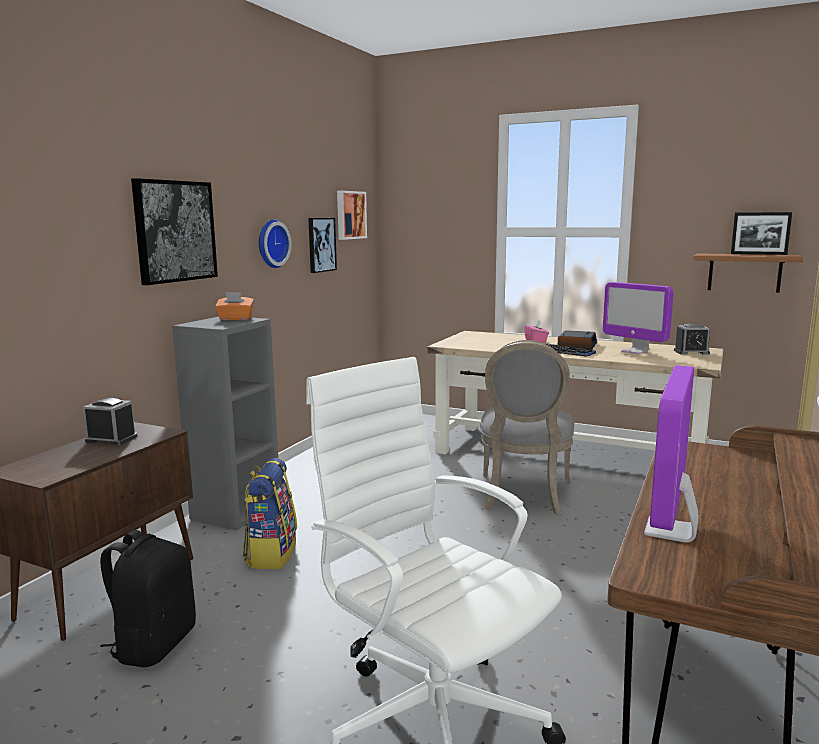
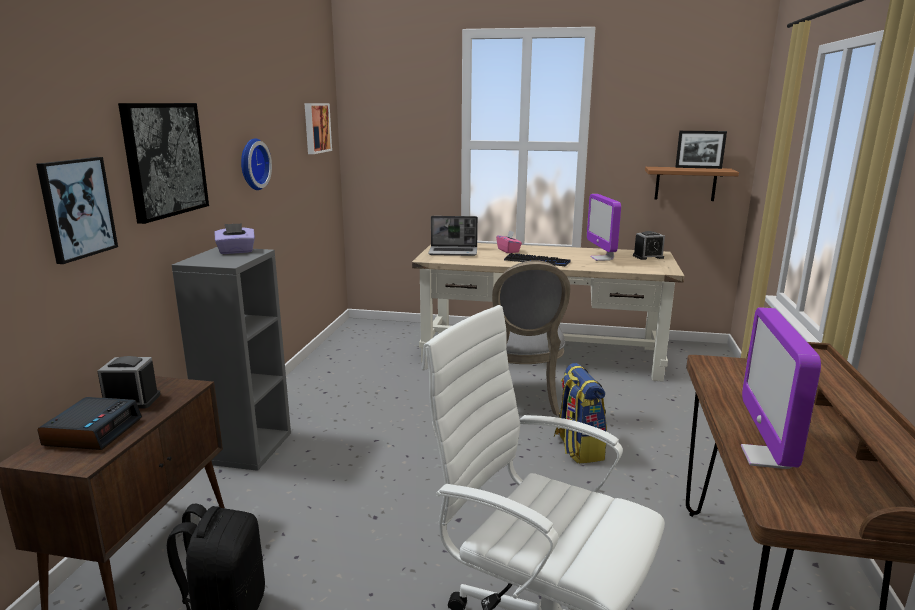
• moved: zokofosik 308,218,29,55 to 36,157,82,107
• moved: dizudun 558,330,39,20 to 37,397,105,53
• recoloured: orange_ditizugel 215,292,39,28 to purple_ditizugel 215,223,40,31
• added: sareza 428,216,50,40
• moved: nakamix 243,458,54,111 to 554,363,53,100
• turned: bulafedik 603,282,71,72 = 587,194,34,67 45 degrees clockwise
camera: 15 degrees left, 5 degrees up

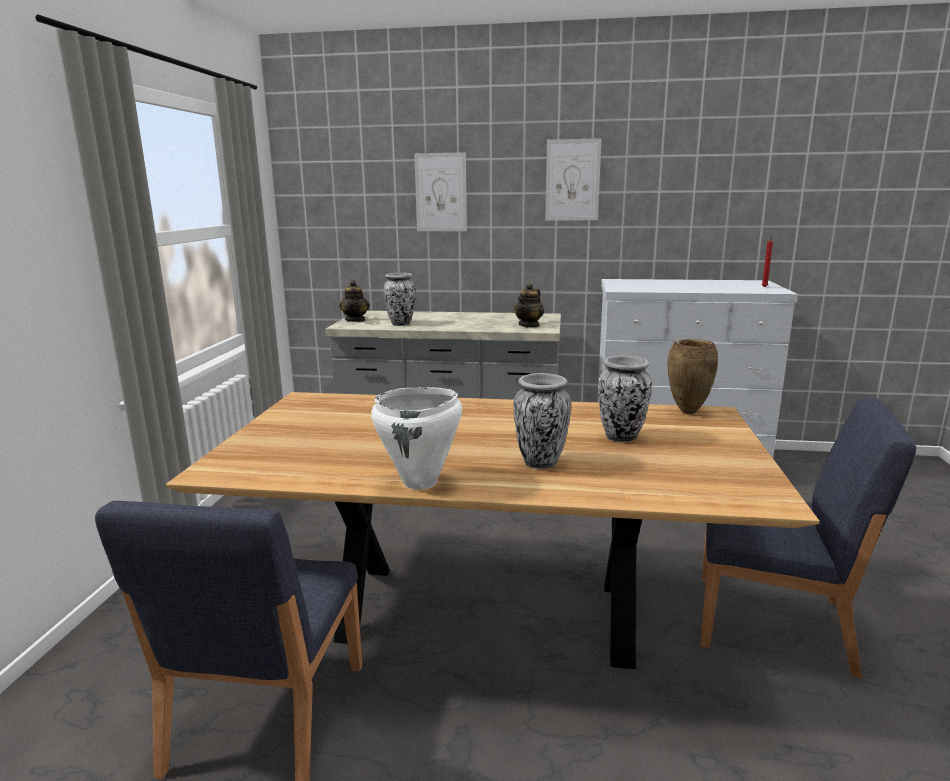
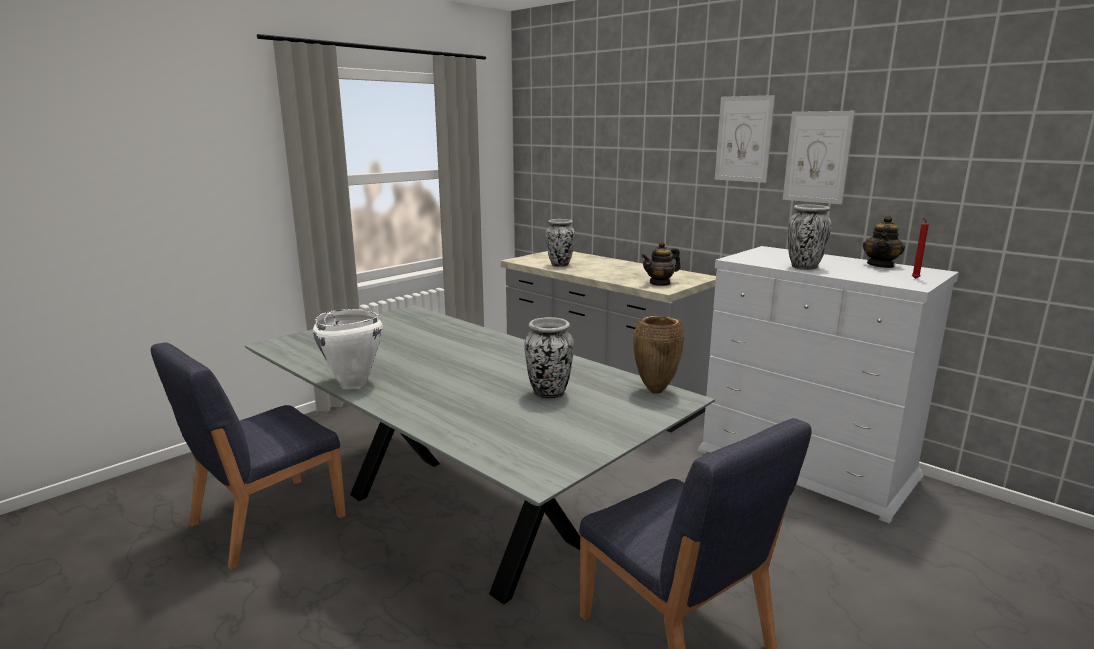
• recoloured: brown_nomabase 165,392,655,277 to grey_nomabase 245,305,470,299
• moved: zokofosik 414,152,53,79 to 783,111,72,93
• moved: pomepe 513,373,58,96 to 788,204,43,66
• moved: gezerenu 339,280,31,42 to 863,215,42,53
camera: 35 degrees right, 0 degrees up

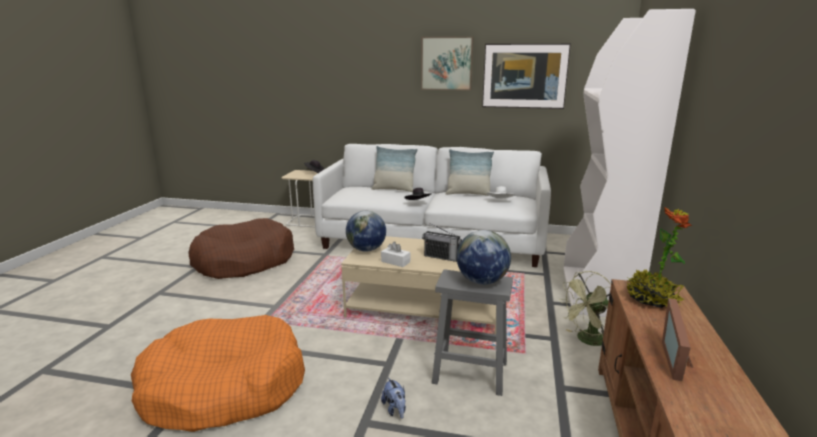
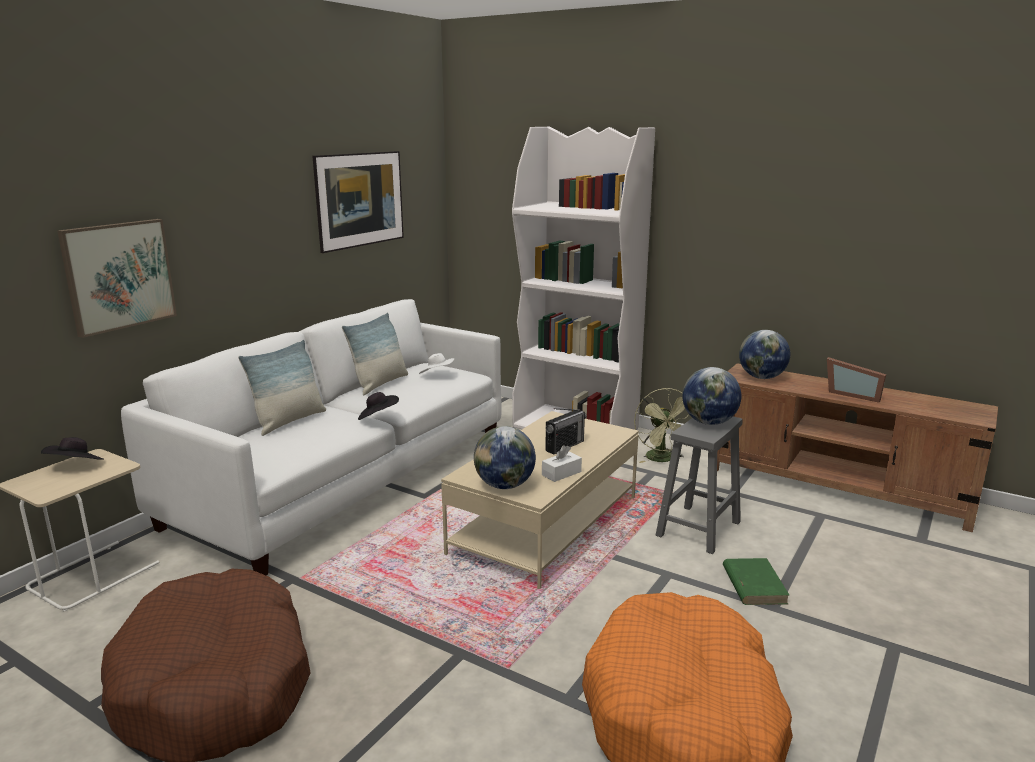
• moved: zokofosik 421,36,53,55 to 57,219,120,119
• replaced: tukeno 381,377,25,42 to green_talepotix 723,558,67,47
• replaced: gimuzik 627,207,65,101 to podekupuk 739,330,51,49
camera: 70 degrees left, 0 degrees up

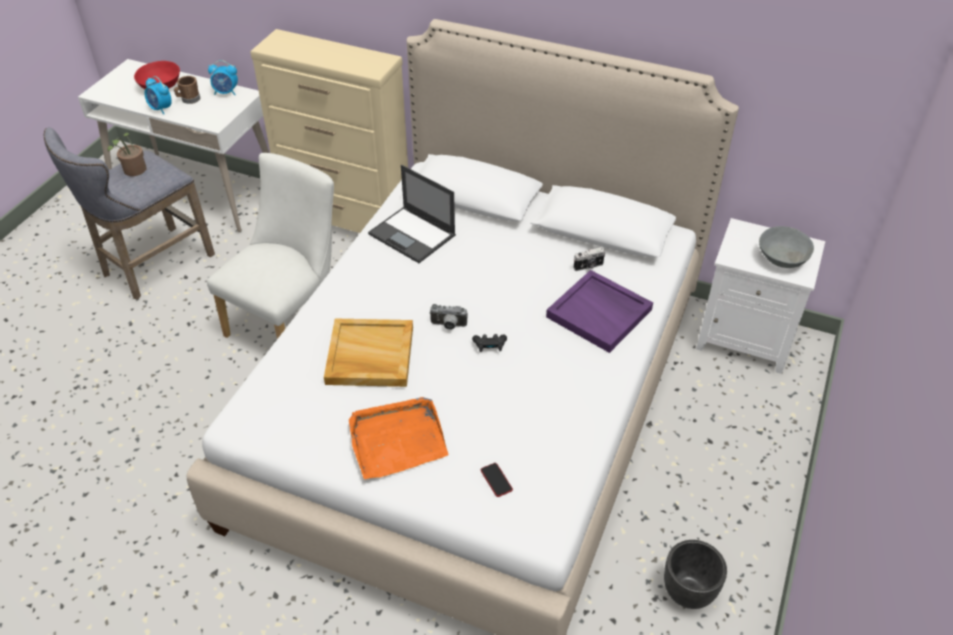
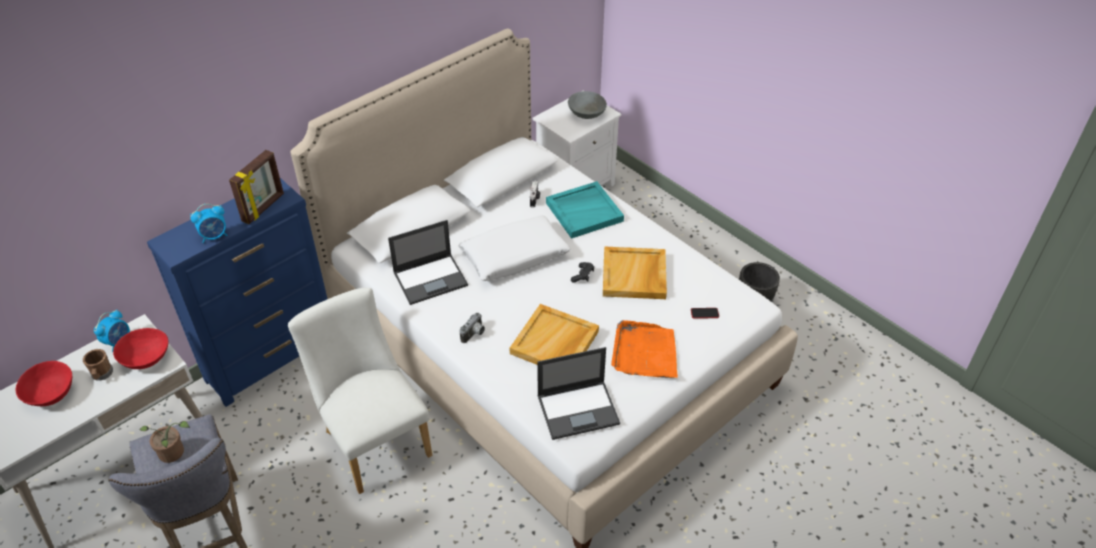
• added: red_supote 113,328,56,41
• recoloured: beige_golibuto 250,29,158,204 to blue_golibuto 147,178,180,229
• moved: dizudun 144,76,28,38 to 190,204,38,39
• added: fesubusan 229,150,55,74
• added: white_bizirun 458,215,113,66
• moved: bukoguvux 429,304,38,26 to 459,313,26,30
• added: sareza 537,347,83,93
• recoloured: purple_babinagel 546,270,107,83 to turquoise_babinagel 546,181,78,58
• added: beige_babinagel 603,246,64,53
camera: 65 degrees left, 0 degrees up

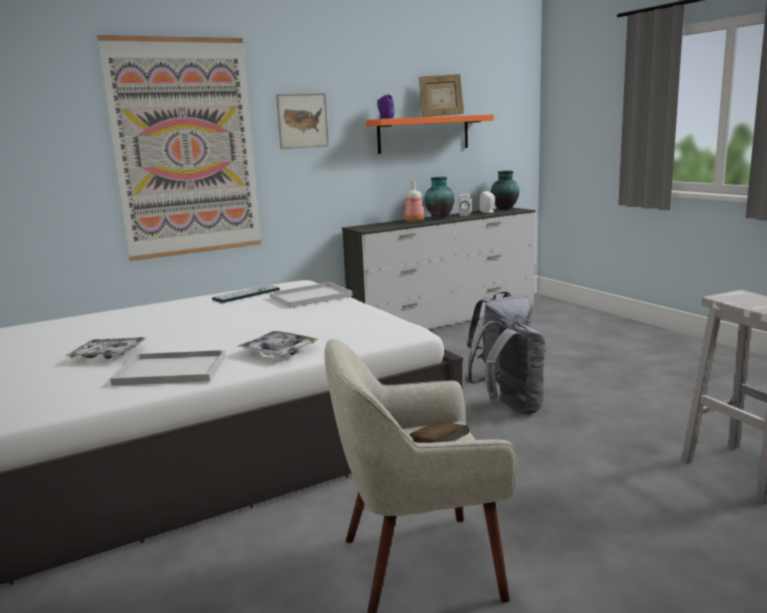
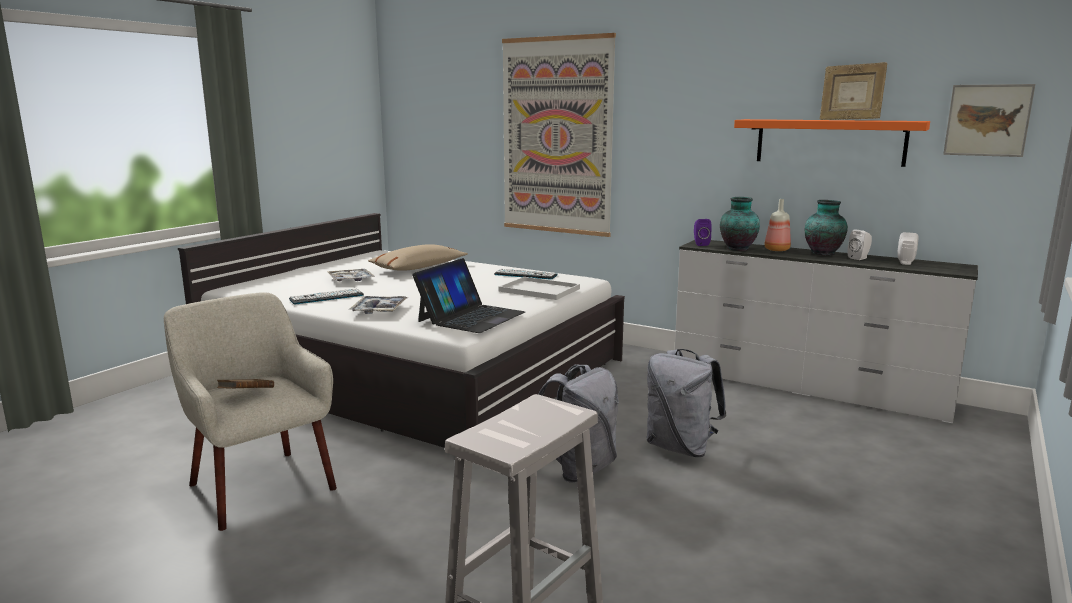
• replaced: white_babinagel 110,350,116,36 to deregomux 289,288,75,17
• added: beige_bizirun 368,244,100,27
• added: sareza 412,258,113,75
• moved: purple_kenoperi 377,95,17,24 to 694,219,18,27
• moved: pomepe 491,171,29,39 to 720,197,40,54
• moved: zokofosik 276,93,53,56 to 943,84,92,73
camera: 60 degrees right, 0 degrees up

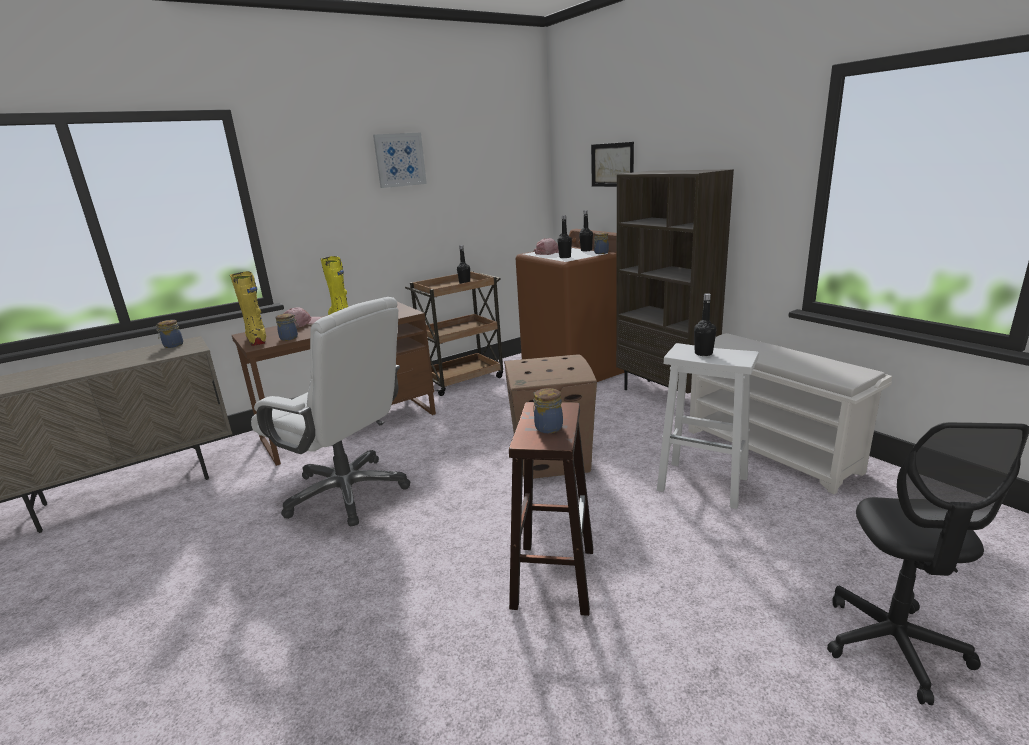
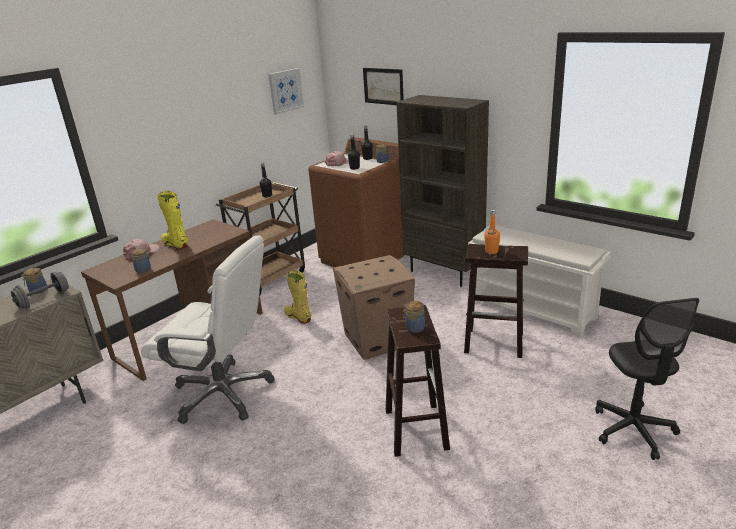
• added: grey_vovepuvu 11,272,58,36
• moved: zokofosik 373,133,54,55 to 269,68,35,47
• moved: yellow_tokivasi 230,271,36,75 to 284,270,27,54
• recoloured: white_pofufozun 657,343,102,166 to brown_pofufozun 464,244,64,114
• recoloured: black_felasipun 694,293,22,63 to orange_felasipun 484,210,16,44
camera: 15 degrees left, 5 degrees up

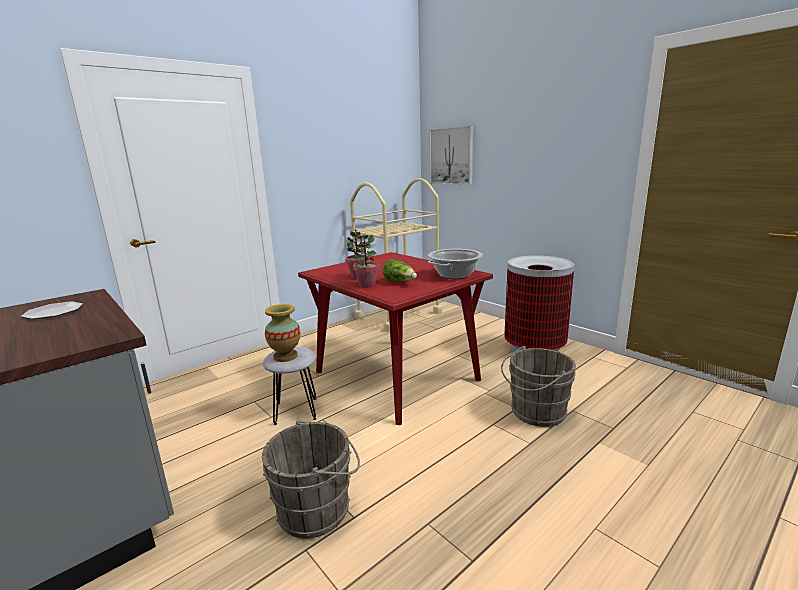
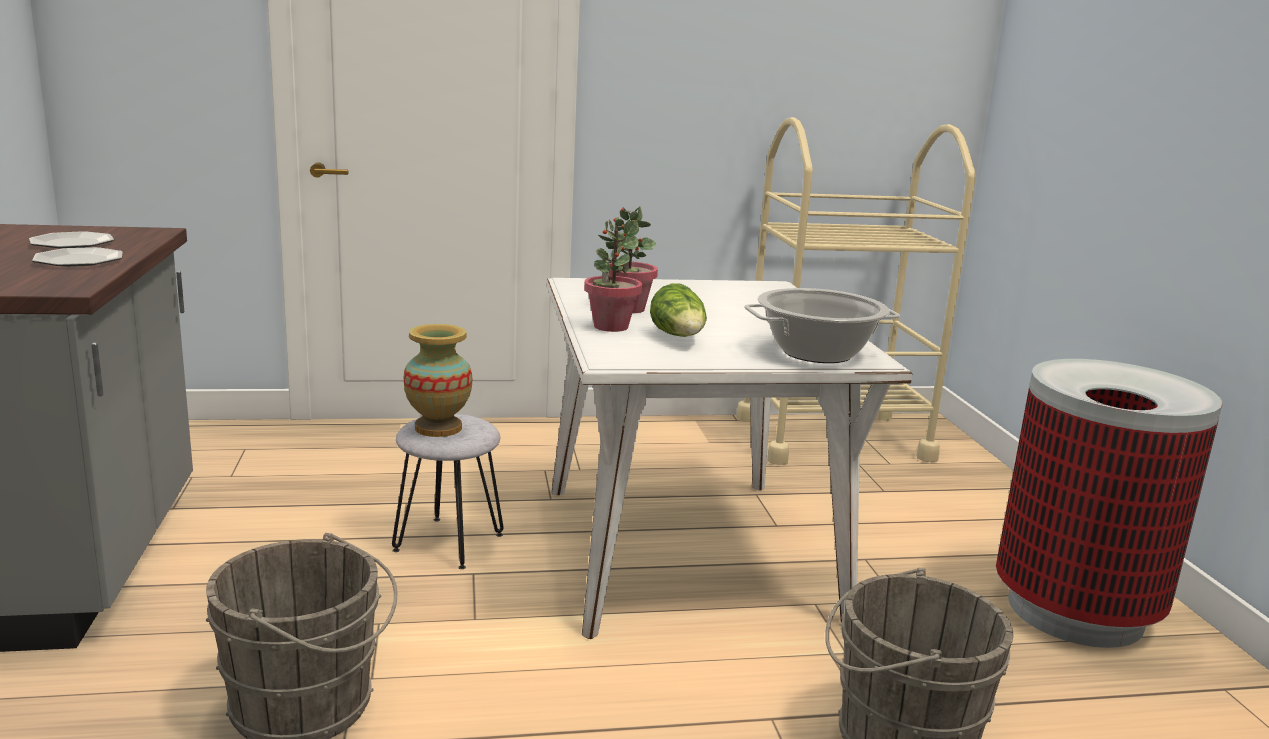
• added: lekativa 32,247,91,20
• recoloured: red_nomabase 298,252,195,173 to white_nomabase 547,278,365,361
• removed: zokofosik 429,125,44,60
camera: 30 degrees right, 0 degrees up

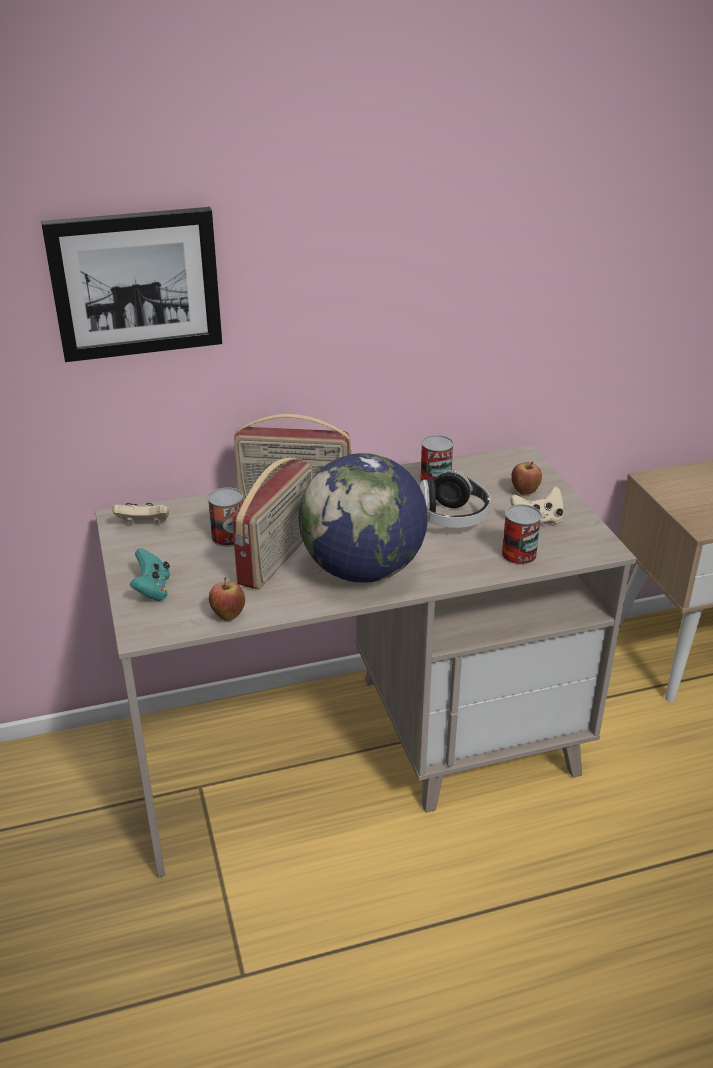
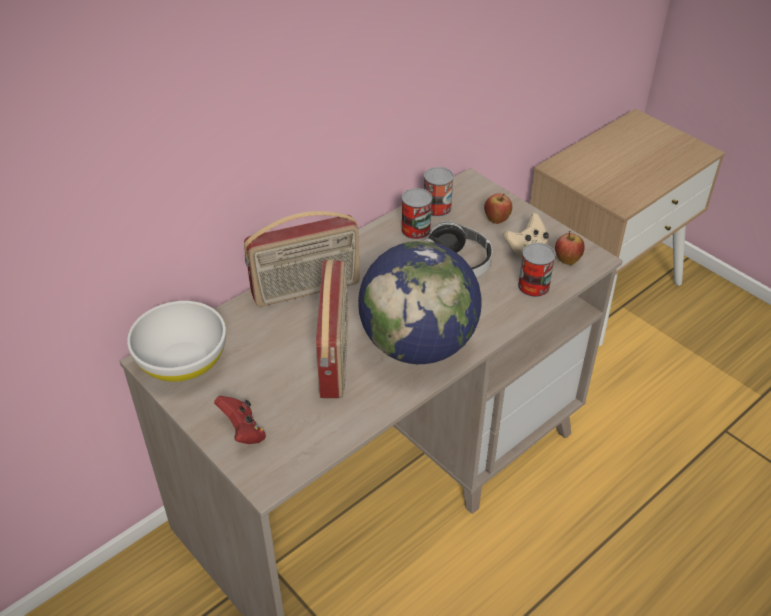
• replaced: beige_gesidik 113,503,56,21 to white_supote 127,301,99,81
• recoloured: turquoise_gesidik 130,548,40,53 to red_gesidik 214,396,52,48
• moved: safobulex 208,487,35,60 to 424,167,30,50
• moved: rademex 209,577,36,44 to 555,231,30,34
• removed: zokofosik 41,207,181,155
camera: 25 degrees left, 10 degrees up

